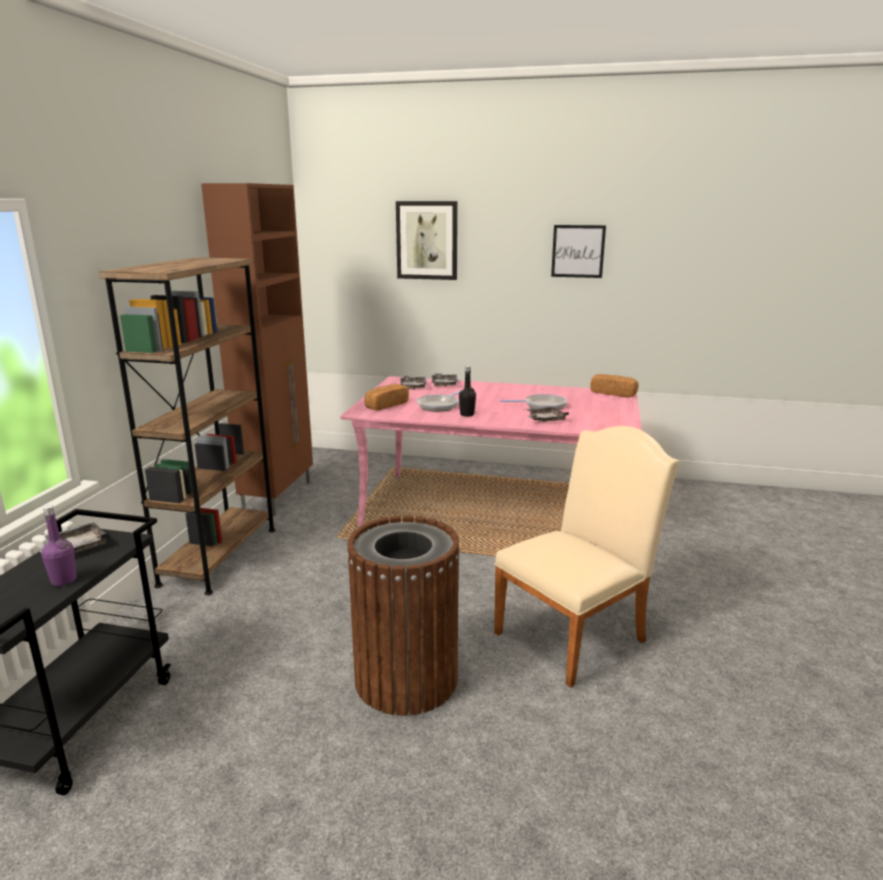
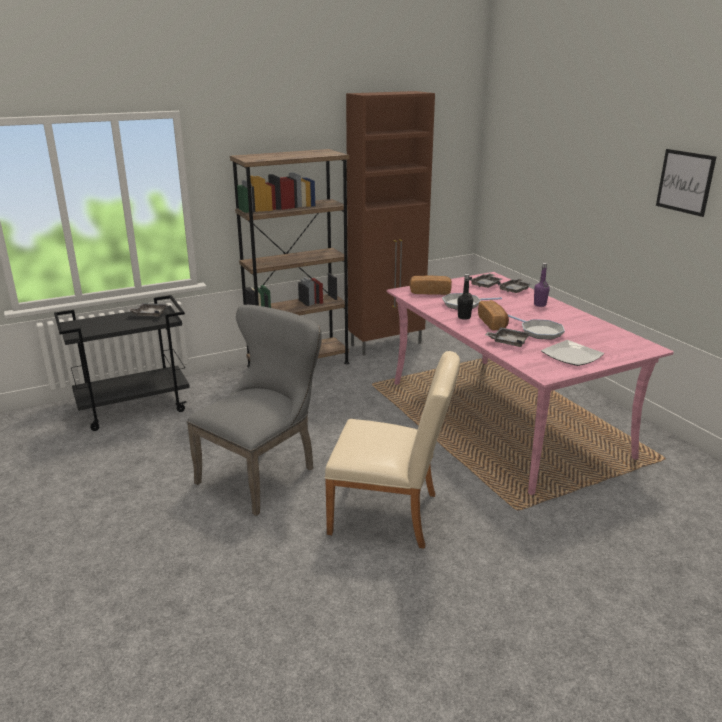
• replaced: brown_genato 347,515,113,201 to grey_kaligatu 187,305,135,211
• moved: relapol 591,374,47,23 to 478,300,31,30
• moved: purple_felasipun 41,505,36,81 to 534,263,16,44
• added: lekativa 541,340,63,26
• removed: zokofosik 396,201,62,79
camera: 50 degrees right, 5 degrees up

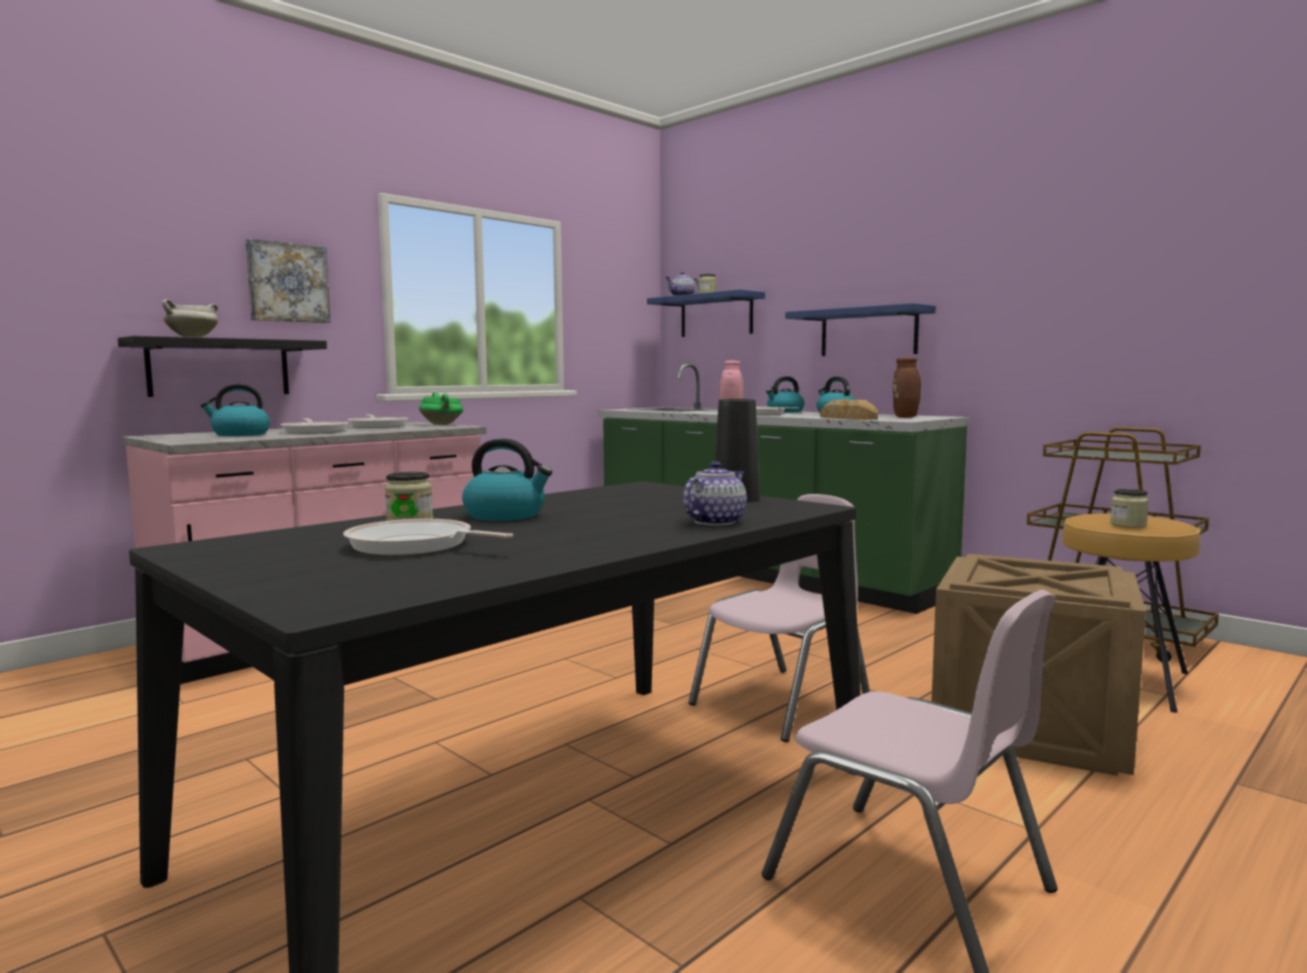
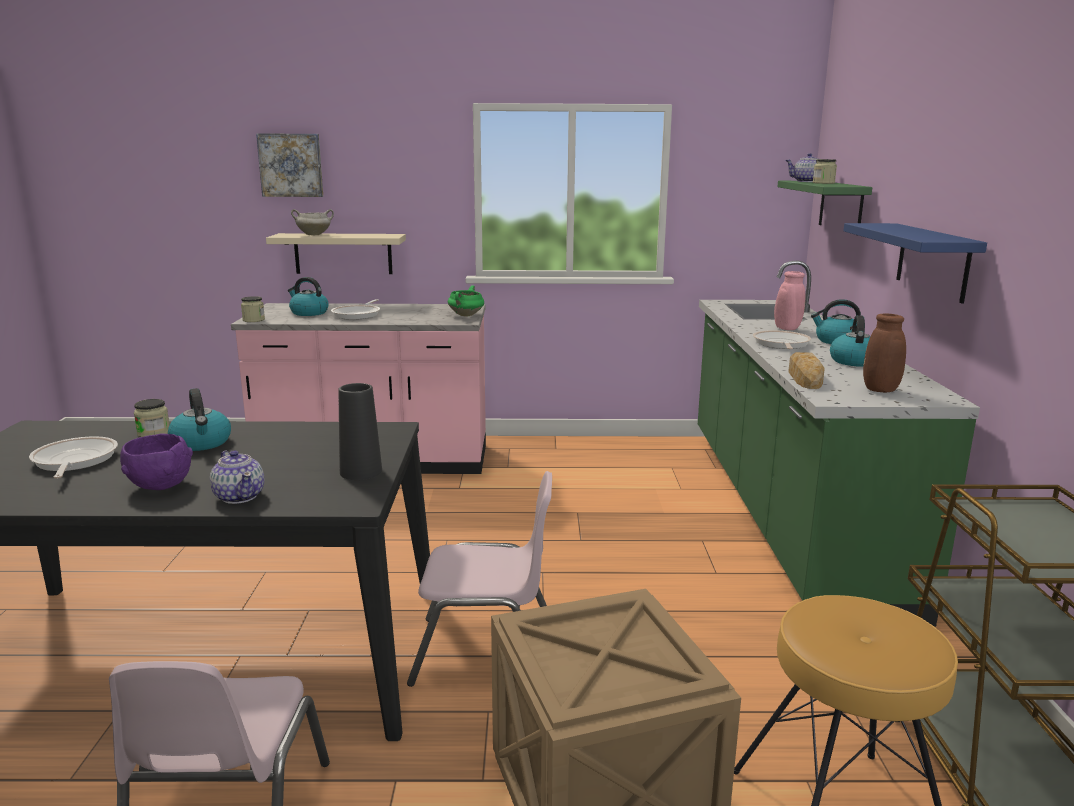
• added: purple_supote 120,433,73,57
• turned: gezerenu 683,461,64,64 = 210,450,54,54 60 degrees clockwise
• moved: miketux 1110,489,39,39 to 241,296,24,26
• moved: zokofosik 246,239,85,84 to 256,133,67,64
• recoloured: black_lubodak 118,336,209,61 to beige_lubodak 266,233,140,41
• recoloured: blue_lubodak 647,290,118,47 to green_lubodak 777,181,95,44
• removed: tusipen 347,414,61,14
camera: 45 degrees right, 10 degrees up

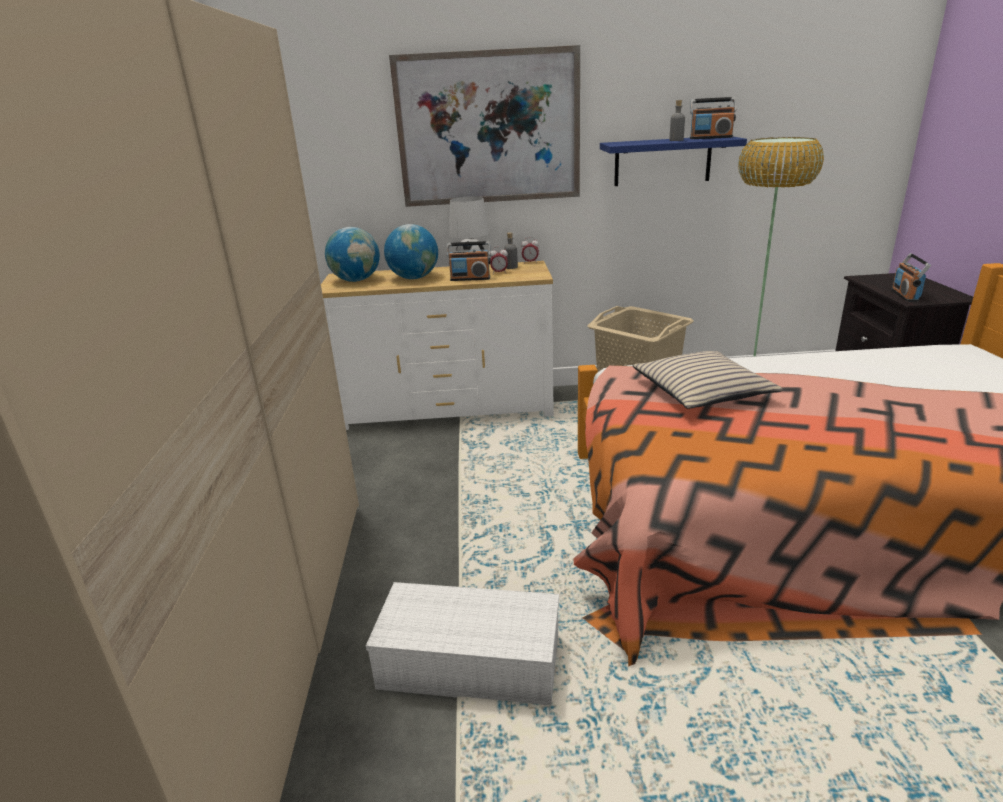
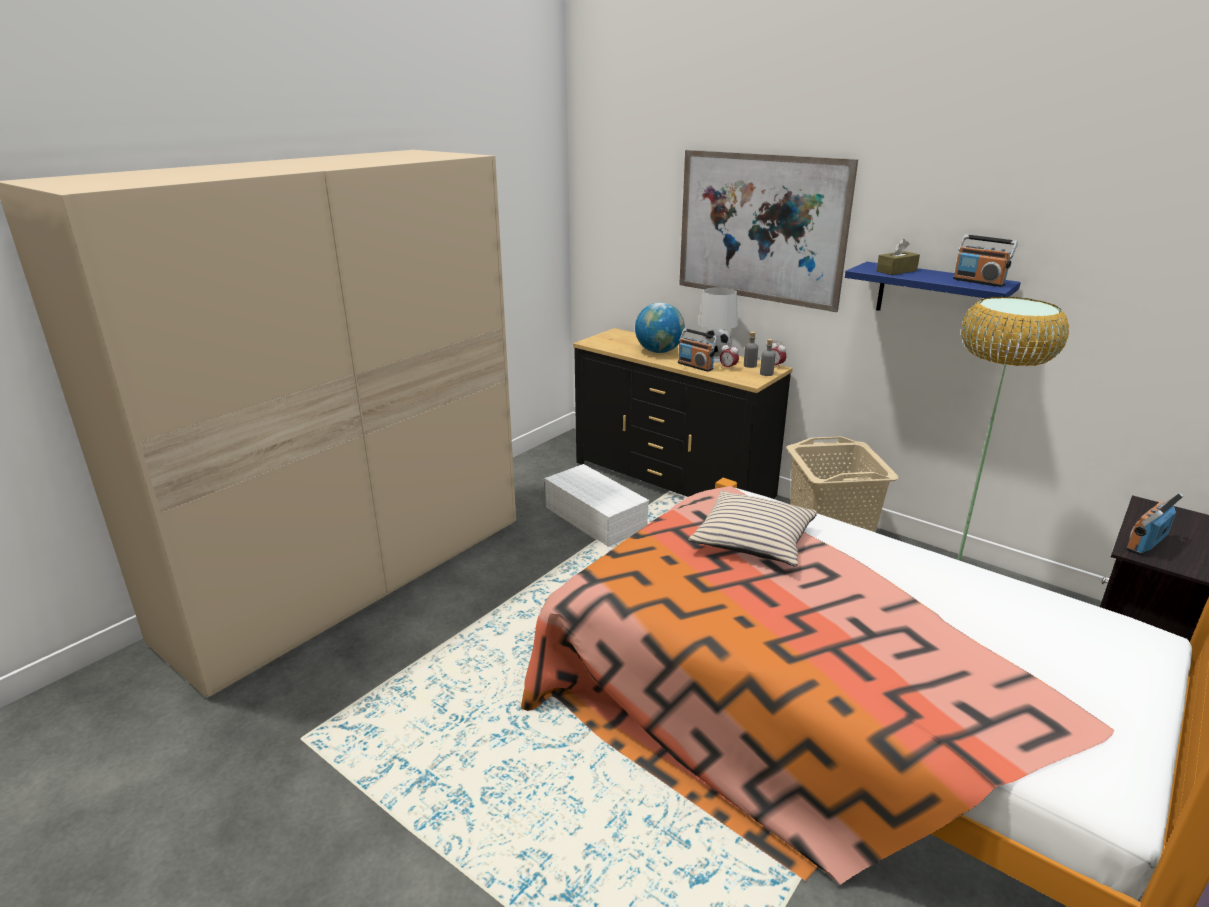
• moved: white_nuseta 366,582,193,123 to 544,464,105,83
• recoloured: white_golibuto 321,261,233,169 to black_golibuto 573,328,220,171
• moved: grey_felasipun 670,100,15,41 to 760,339,15,37
• added: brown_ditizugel 876,239,44,36
• removed: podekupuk 325,227,55,55
camera: 40 degrees right, 0 degrees up

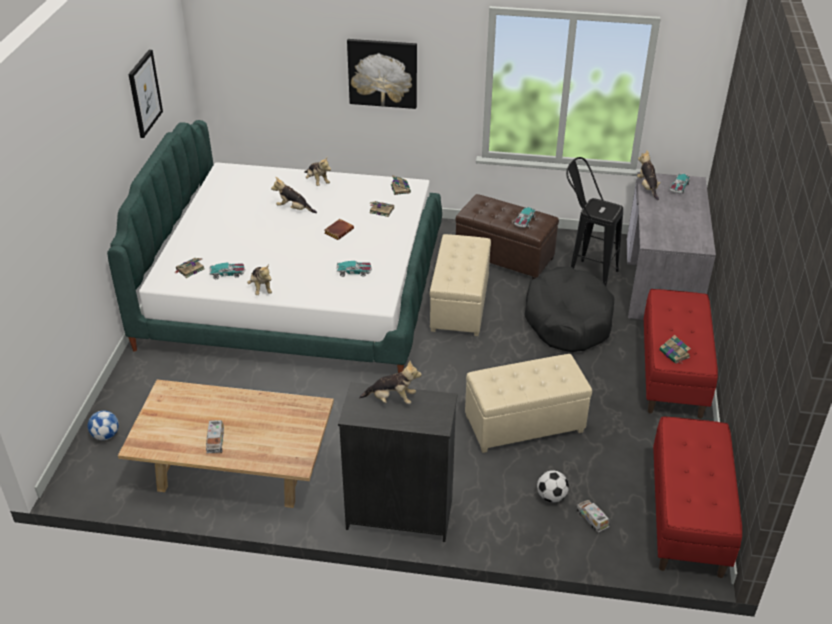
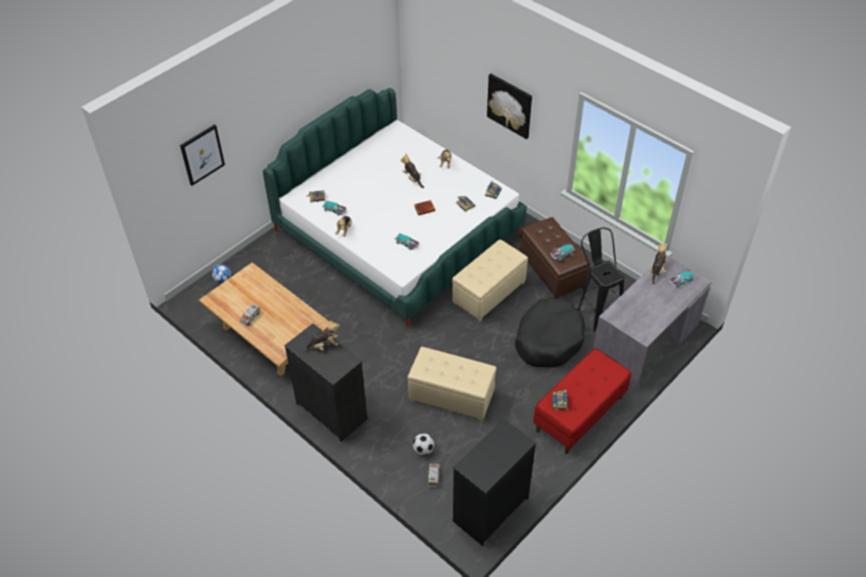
• moved: zokofosik 128,49,35,89 to 180,124,45,62
• turned: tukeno 359,360,63,44 = 304,320,36,32 60 degrees counterclockwise
• replaced: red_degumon 653,416,89,162 to black_golibuto 453,419,83,127
camera: 35 degrees right, 10 degrees up

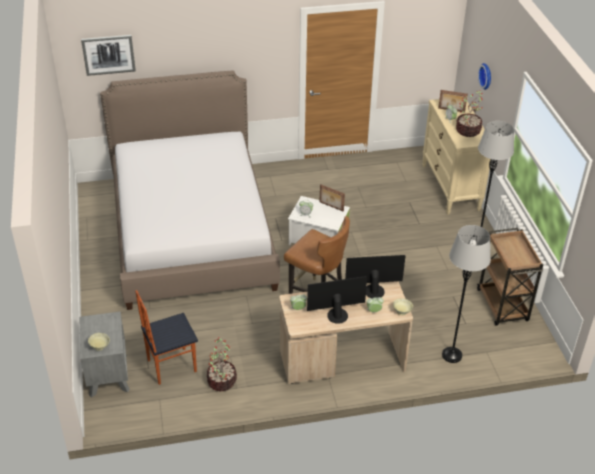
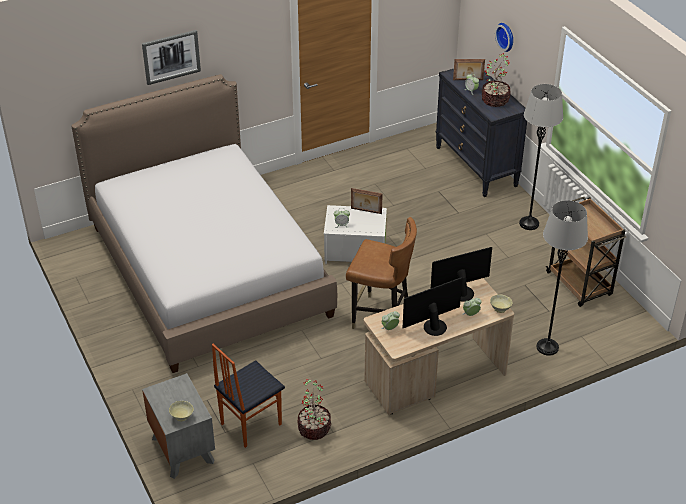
• moved: zokofosik 81,35,55,41 to 142,30,59,55
• recoloured: beige_golibuto 422,99,69,116 to black_golibuto 436,69,91,128
camera: 15 degrees left, 0 degrees up

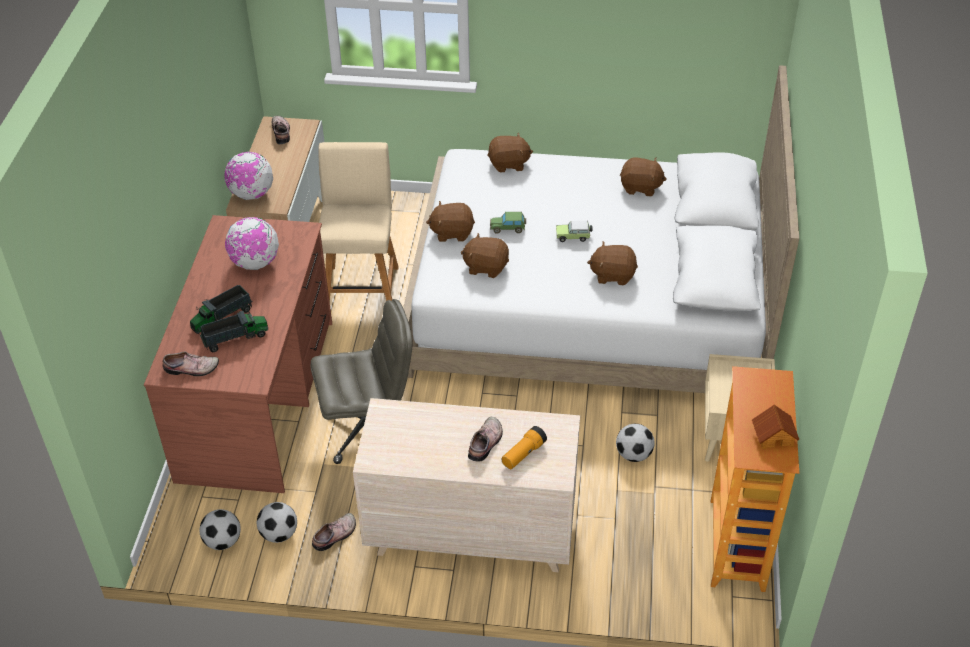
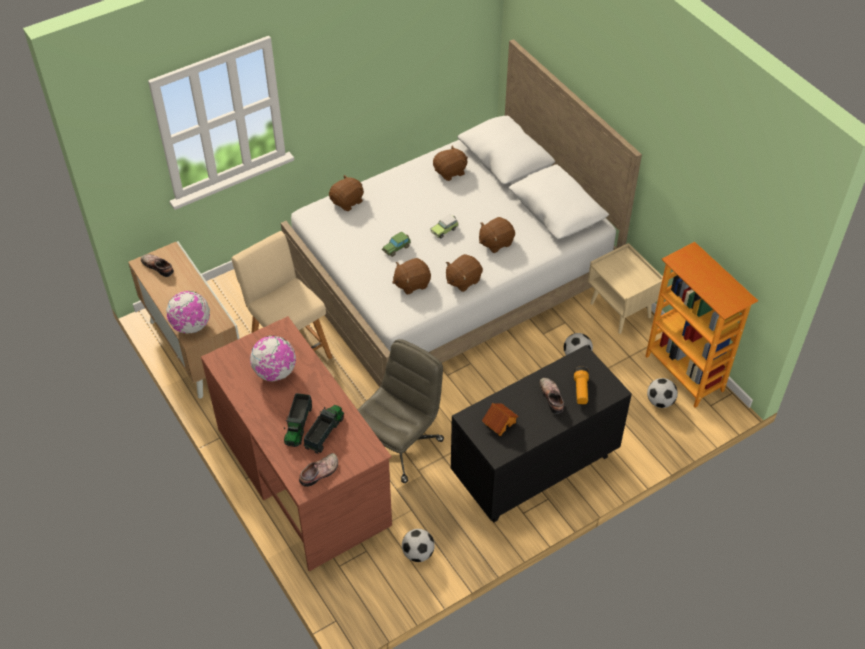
• moved: brown_tukeno 426,201,49,41 to 446,254,37,38
• recoloured: beige_golibuto 353,398,227,174 to black_golibuto 451,345,181,178
• moved: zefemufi 752,404,48,45 to 482,403,37,33
• moved: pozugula 200,509,41,41 to 647,378,31,30
• removed: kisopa 312,513,44,38
camera: 40 degrees left, 5 degrees up

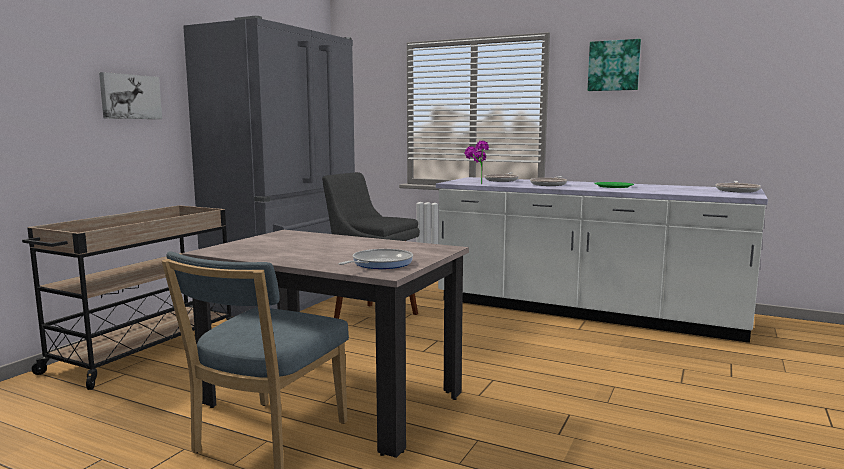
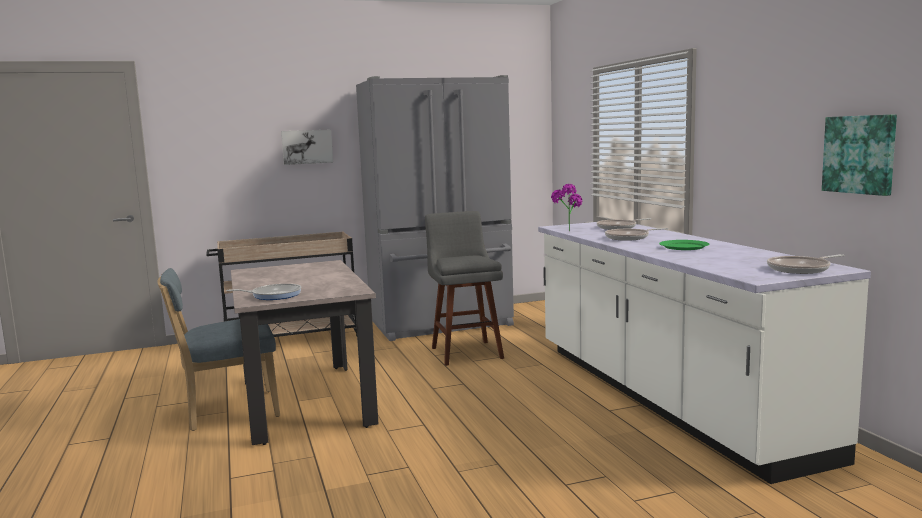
• moved: zokofosik 588,39,53,52 to 822,114,75,82
camera: 45 degrees right, 0 degrees up

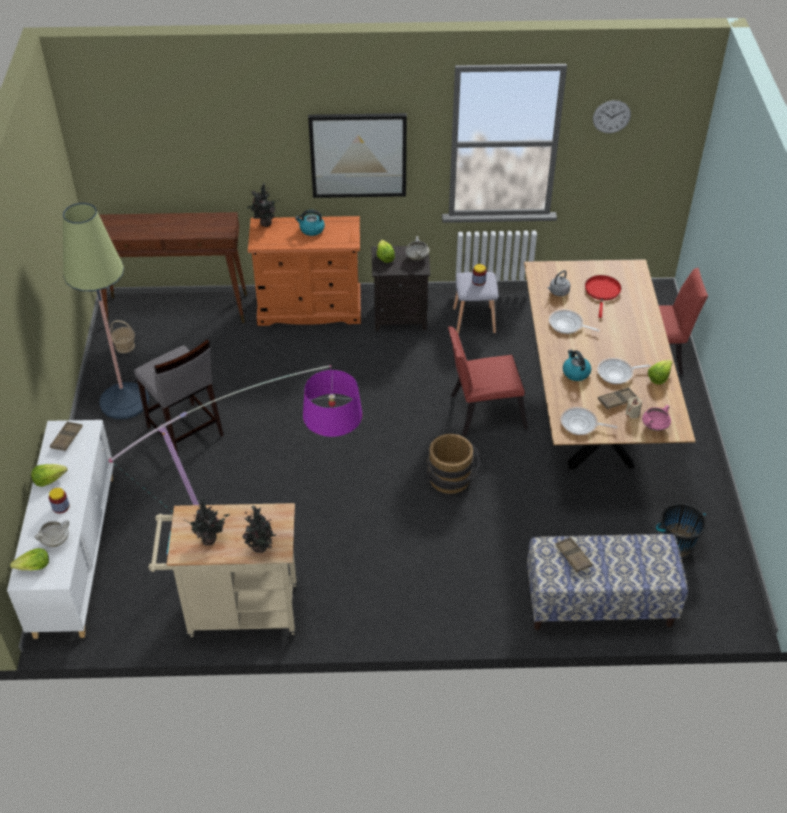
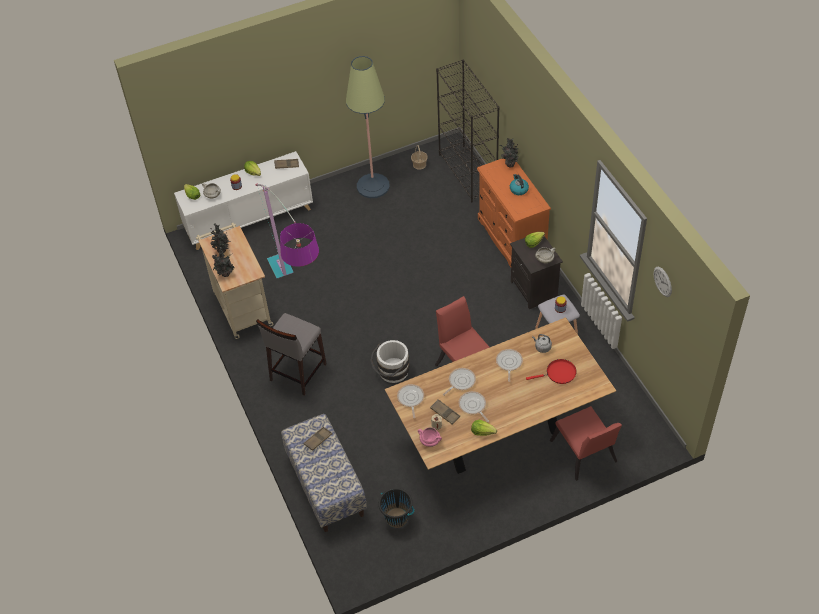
• moved: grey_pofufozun 134,339,90,118 to 256,313,71,83
• recoloured: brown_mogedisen 426,434,54,60 to white_mogedisen 370,340,40,43
• replaced: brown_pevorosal 99,212,148,113 to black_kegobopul 436,60,64,143
• replaced: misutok 563,350,28,31 to tusipen 443,368,33,28
• removed: zokofosik 308,113,99,85
camera: 70 degrees right, 5 degrees up

